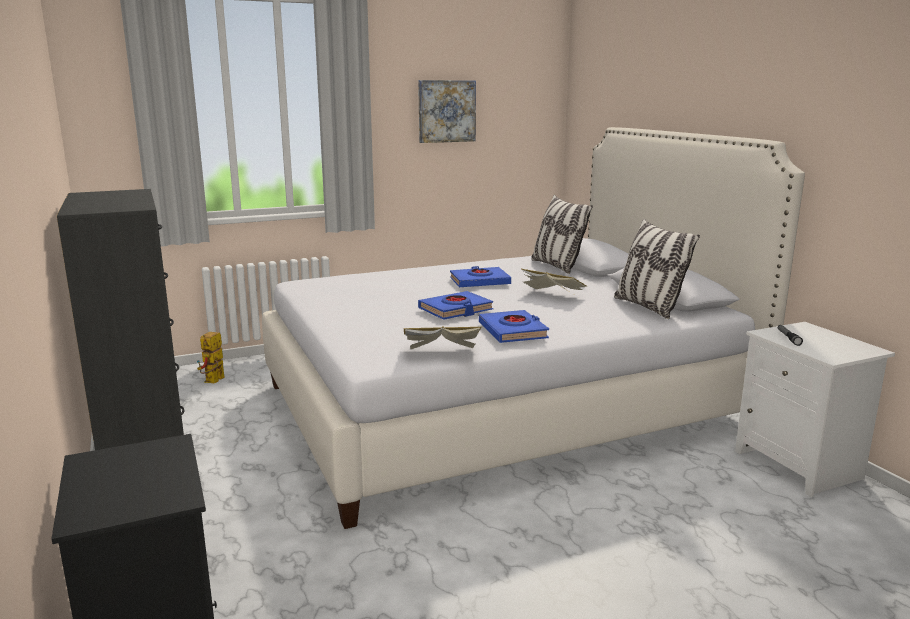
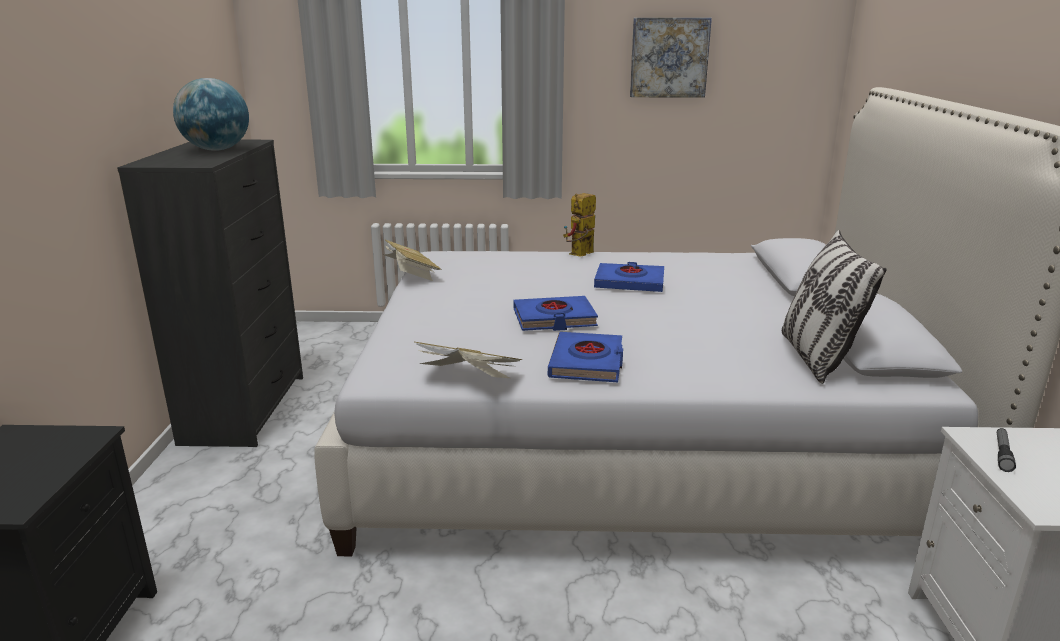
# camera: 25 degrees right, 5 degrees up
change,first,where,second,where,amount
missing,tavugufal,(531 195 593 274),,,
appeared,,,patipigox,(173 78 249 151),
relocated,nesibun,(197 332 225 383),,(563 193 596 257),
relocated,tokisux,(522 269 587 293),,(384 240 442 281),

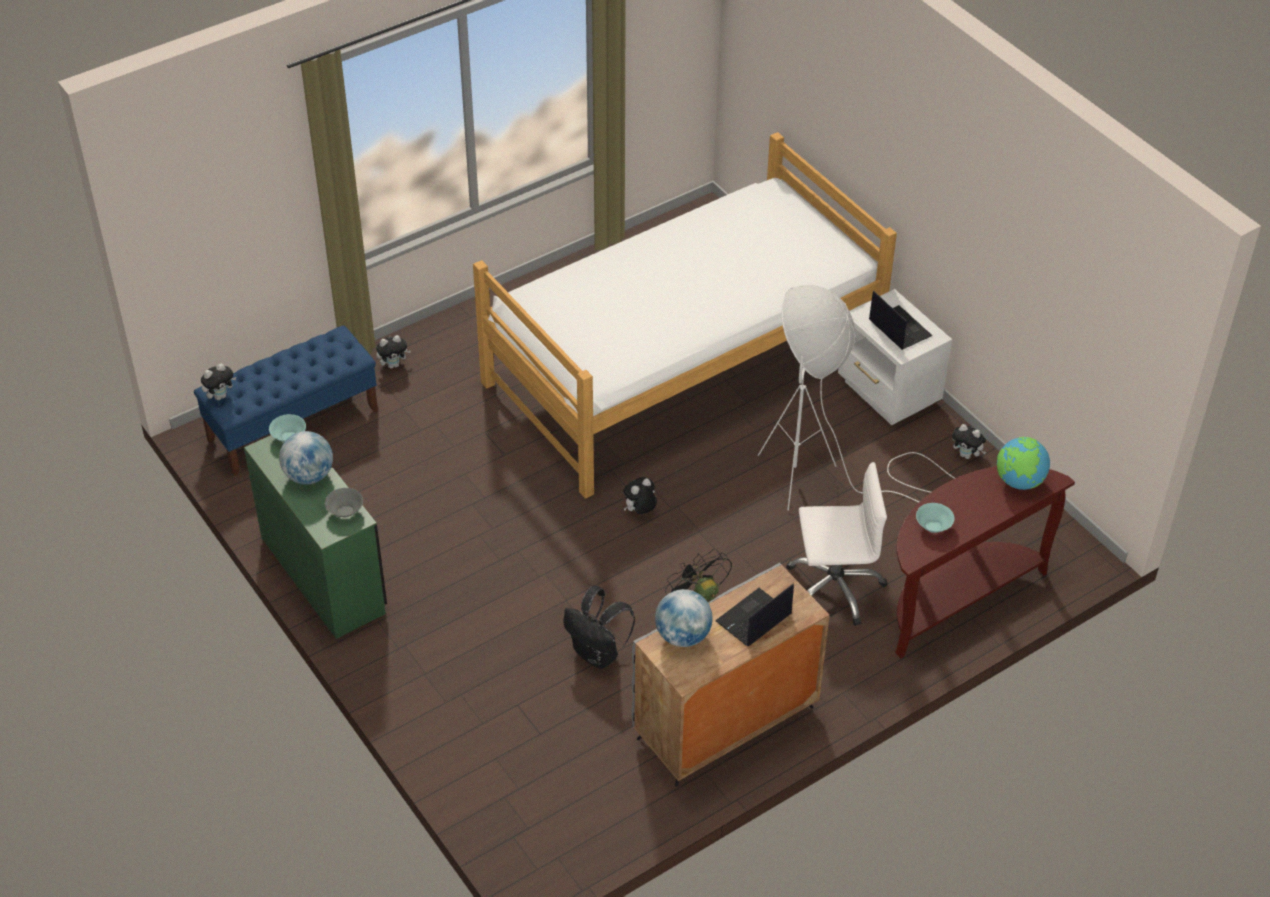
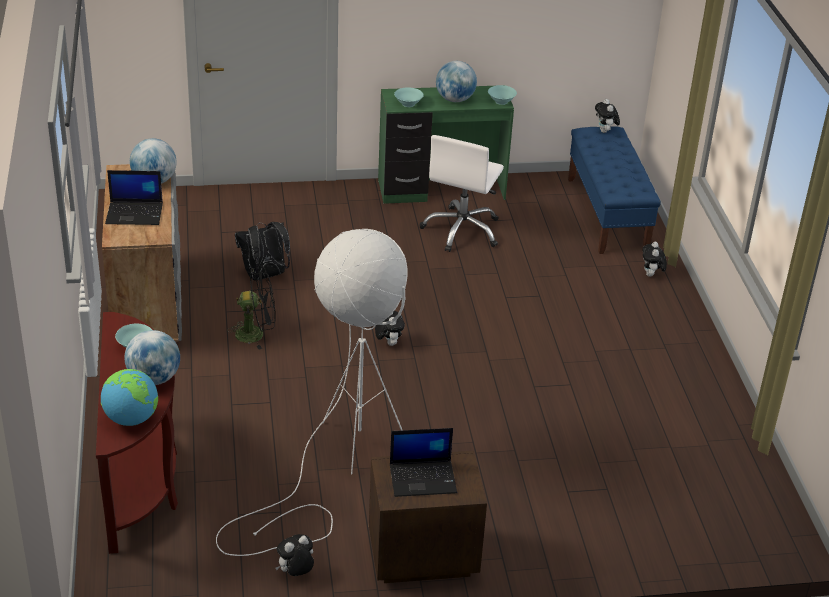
# camera: 115 degrees right, 10 degrees down
change,first,where,second,where,amount
missing,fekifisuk,(473 132 897 499),,,
appeared,,,patipigox,(124 330 180 385),
relocated,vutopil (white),(786 462 888 626),,(419 135 504 252),
colour,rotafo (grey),(325 488 363 518),rotafo (turquoise),(394 87 424 107),
colour,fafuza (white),(838 289 952 425),fafuza (brown),(369 451 487 583),
spun,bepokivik,(715 584 794 646),,(105 170 163 225),105 degrees clockwise

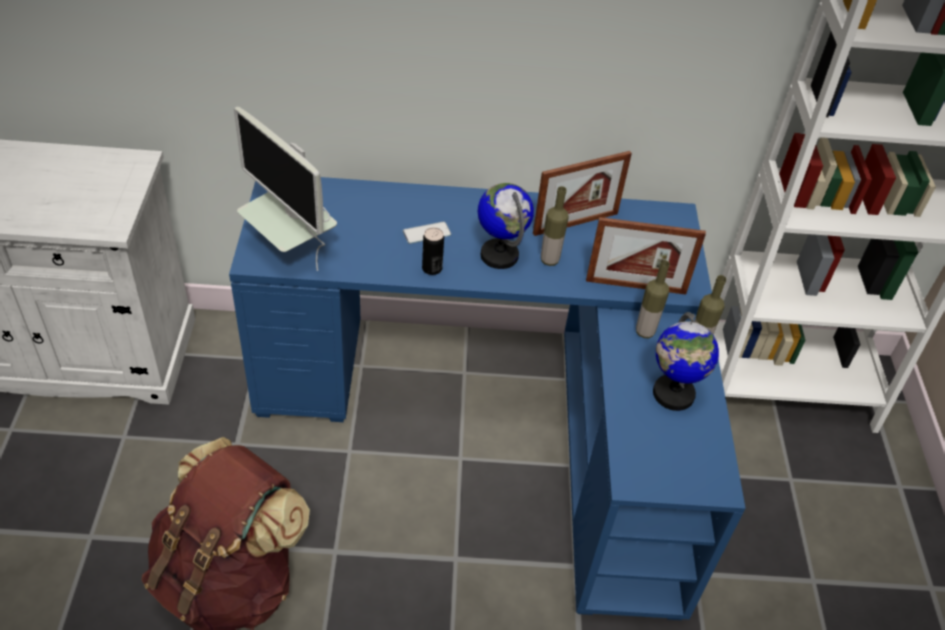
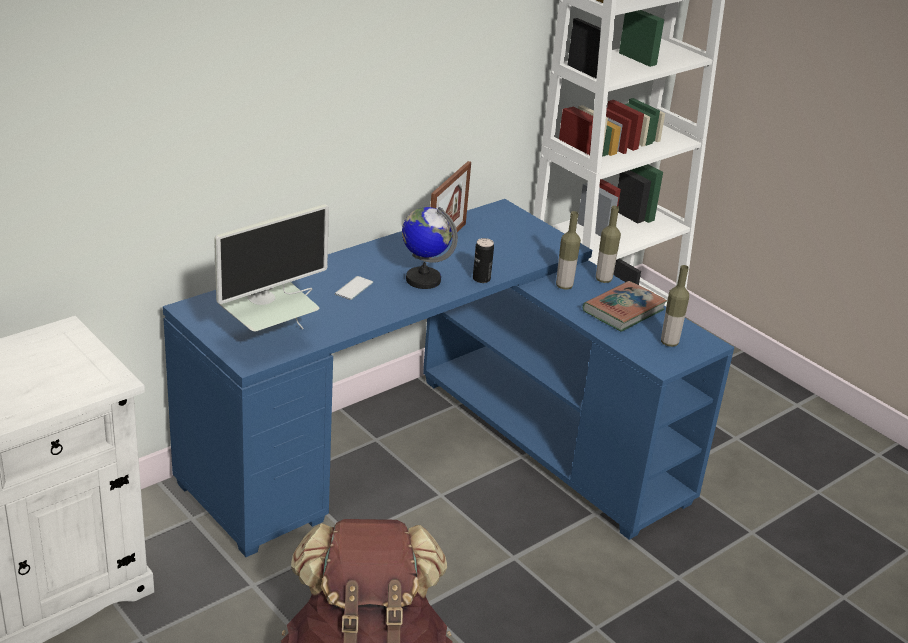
# camera: 40 degrees left, 15 degrees down
change,first,where,second,where,amount
missing,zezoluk,(586 217 706 295),,,
relocated,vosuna,(422 227 444 275),,(473 238 494 283),
relocated,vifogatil,(541 186 569 266),,(661 265 689 347),
exchanged,patipigox,(653 312 719 411),tokisux,(582 281 667 332),
spun,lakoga,(234 107 337 271),,(214 204 329 331),45 degrees counterclockwise

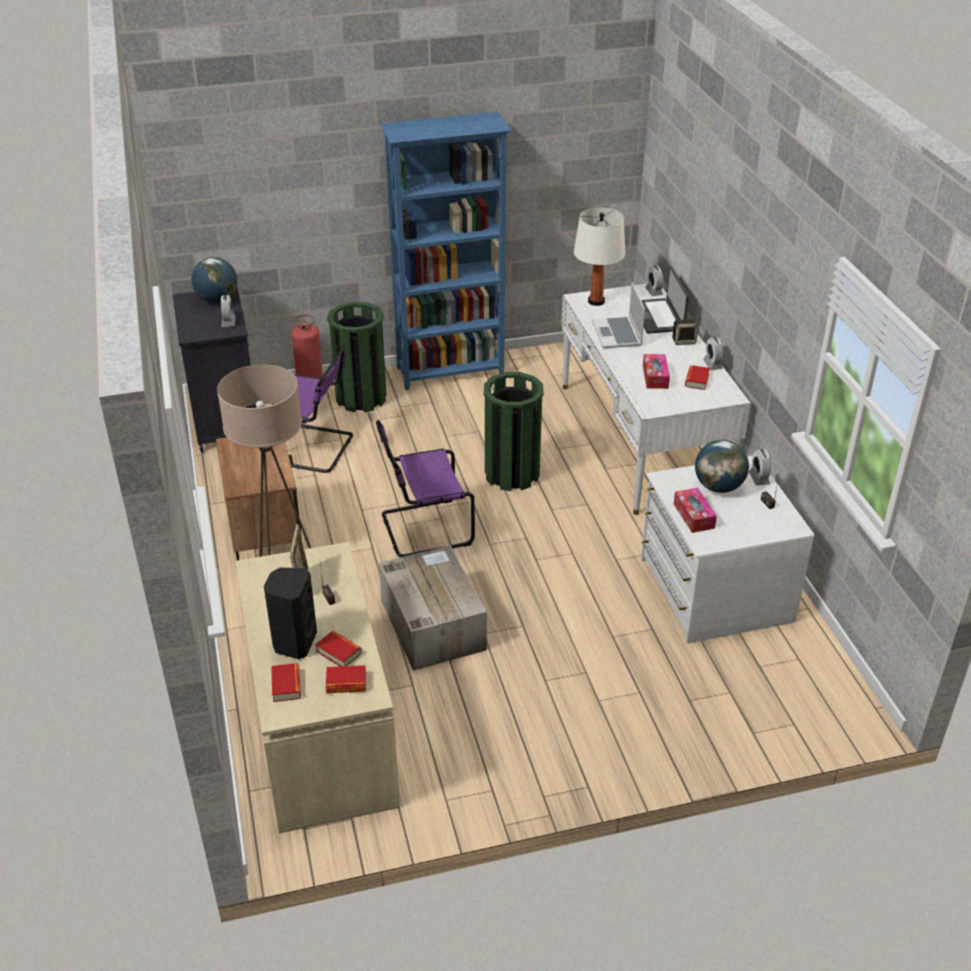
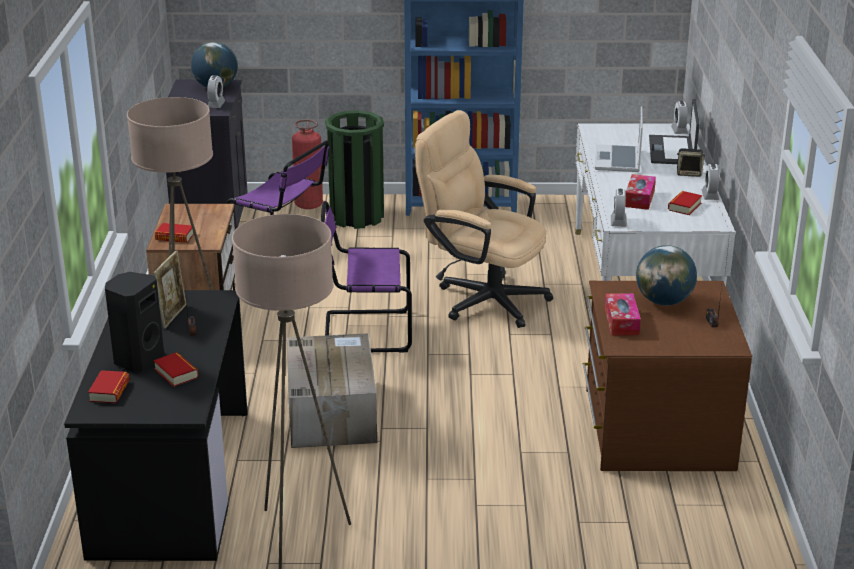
# camera: 15 degrees right, 10 degrees down
change,first,where,second,where,amount
missing,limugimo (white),(574 208 625 306),,,
appeared,,,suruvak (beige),(232 214 351 569),
relocated,tokisux,(326 665 366 693),,(155 223 194 243),
relocated,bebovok,(749 449 771 485),,(611 189 627 227),
exchanged,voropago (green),(484 372 544 491),vutopil (beige),(415 110 553 328),
colour,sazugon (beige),(235 542 400 833),sazugon (black),(64 290 248 561),
colour,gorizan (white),(641 456 815 643),gorizan (brown),(583 281 752 471),

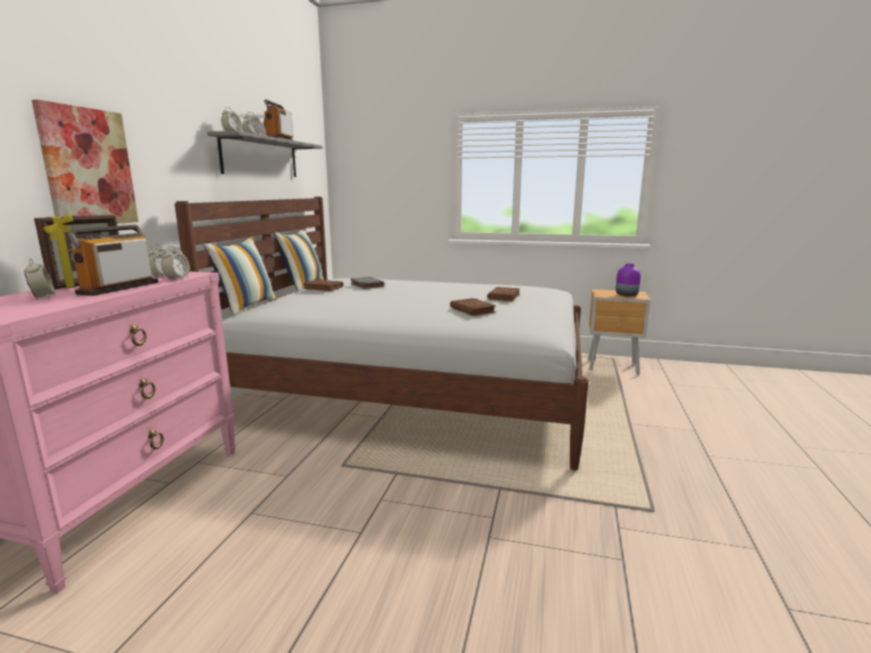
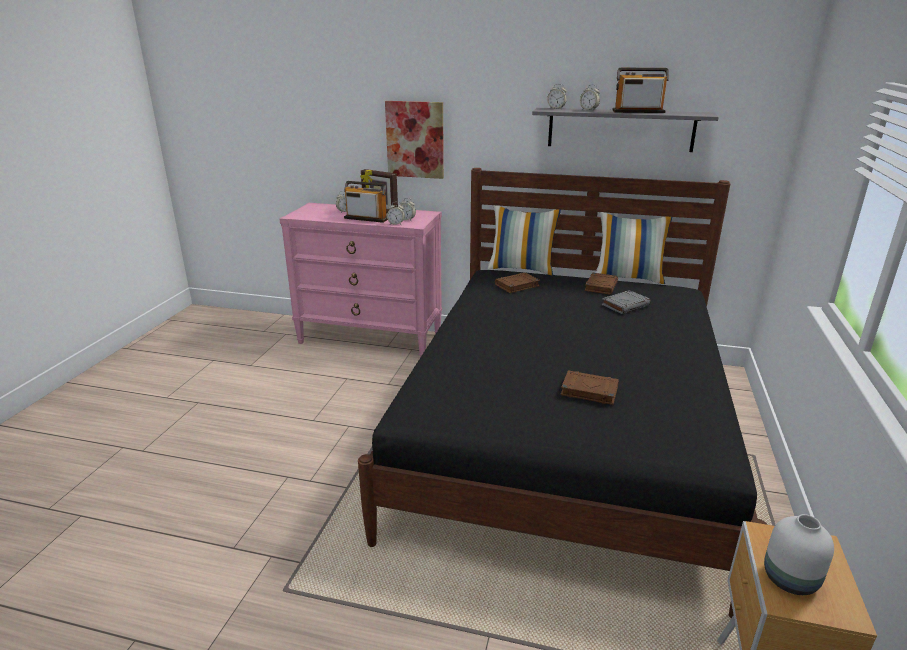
# camera: 90 degrees right, 10 degrees up
change,first,where,second,where,amount
relocated,tokisux (brown),(450 298 496 316),,(495 273 540 293),
colour,fekifisuk (white),(175 197 589 470),fekifisuk (black),(358 168 767 618),
colour,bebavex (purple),(616 263 641 297),bebavex (white),(764 514 834 595),

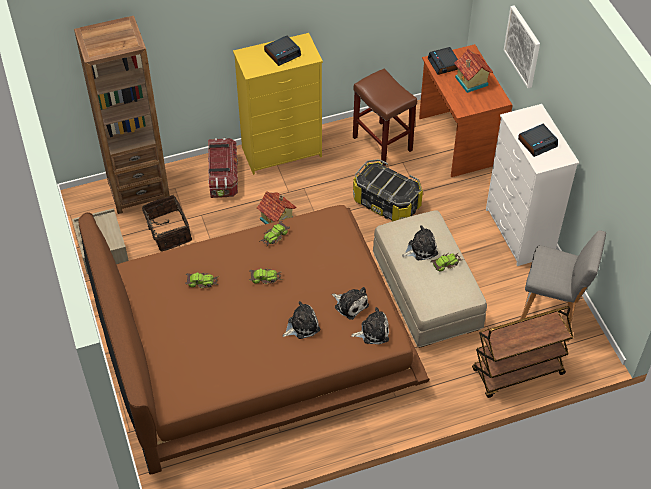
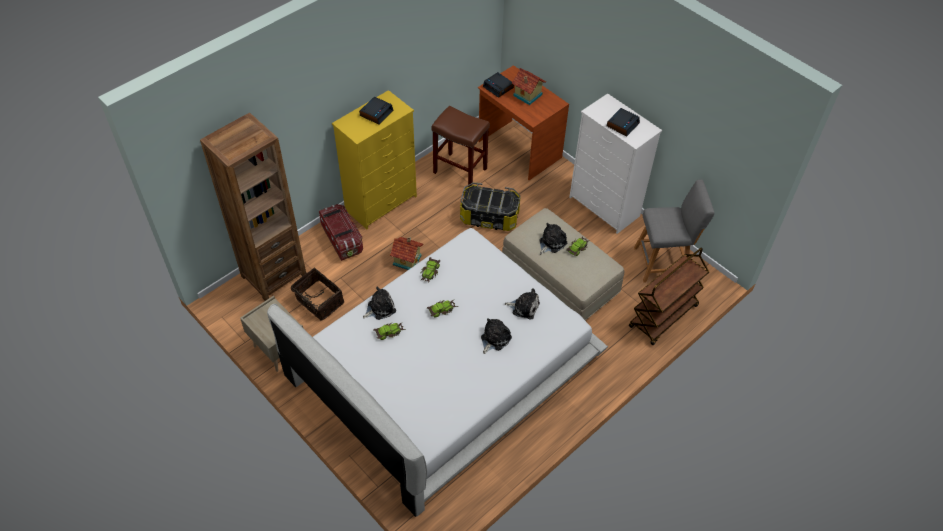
# camera: 25 degrees left, 0 degrees up
change,first,where,second,where,amount
missing,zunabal,(504 5 540 88),,,
relocated,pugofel,(351 307 389 344),,(363 287 396 320),
colour,fekifisuk (brown),(79 205 430 474),fekifisuk (white),(267 228 608 517),

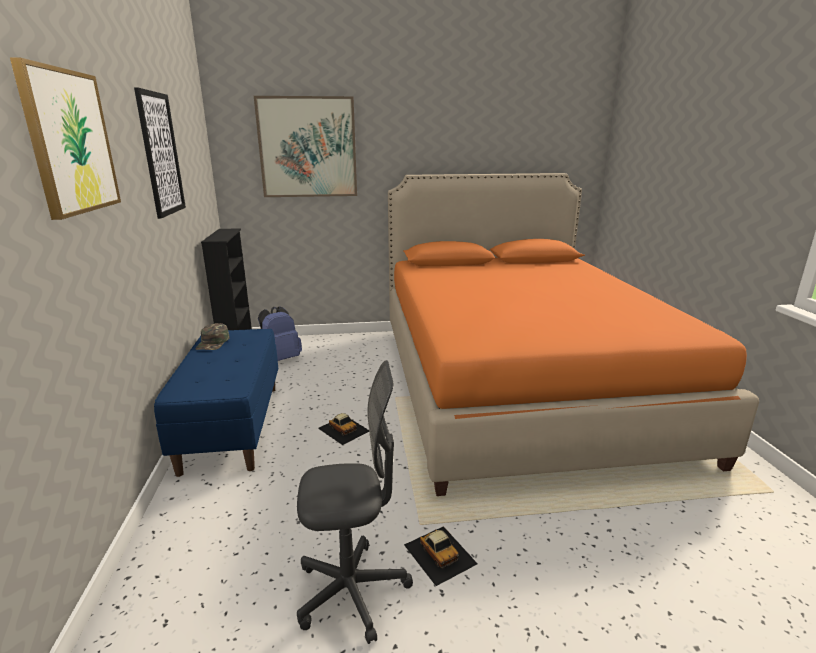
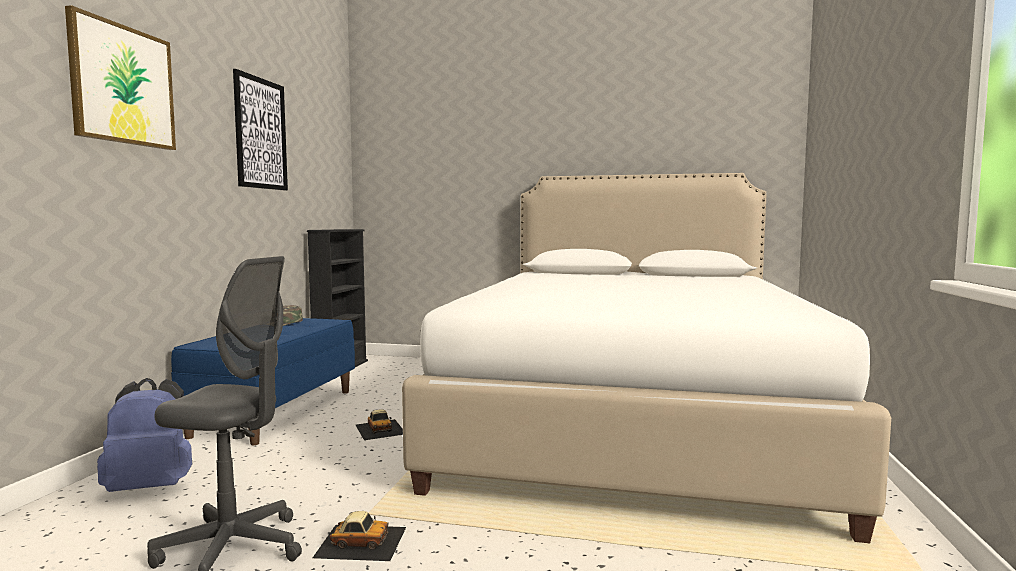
# camera: 20 degrees right, 15 degrees down
change,first,where,second,where,amount
missing,zunabal,(254 96 357 197),,,
relocated,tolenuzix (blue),(258 306 302 361),,(97 378 192 492),
colour,fekifisuk (orange),(388 173 759 496),fekifisuk (white),(402 173 891 543),
spun,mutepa,(404 526 478 586),,(313 511 406 561),75 degrees counterclockwise

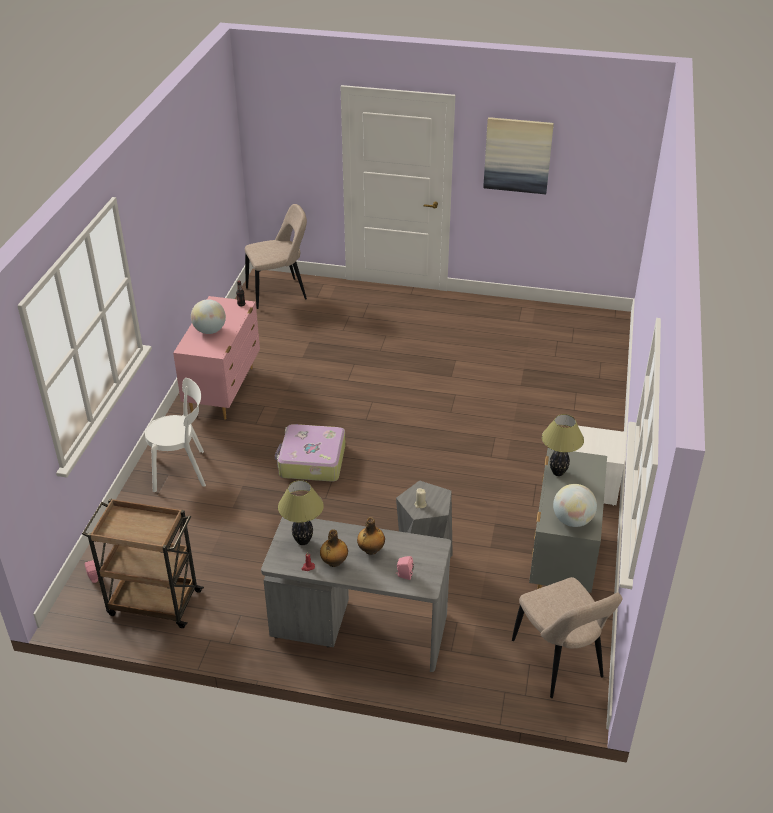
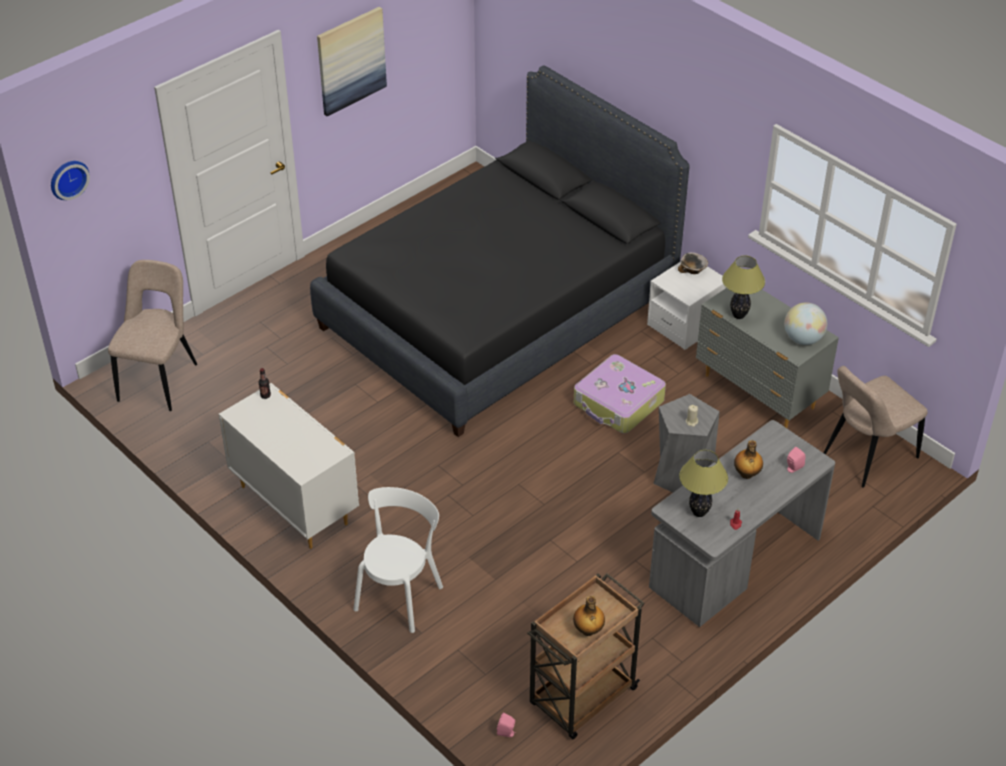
# camera: 55 degrees left, 5 degrees up
change,first,where,second,where,amount
missing,patipigox,(191 299 226 334),,,
appeared,,,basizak,(51 161 90 200),
appeared,,,fekifisuk (black),(310 66 690 437),
appeared,,,rotafo,(678 253 708 274),
relocated,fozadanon,(275 424 346 482),,(574 354 666 433),
relocated,vifogatil,(320 529 348 567),,(573 596 605 636),
colour,gorizan (pink),(173 296 260 420),gorizan (white),(219 383 359 549),
spun,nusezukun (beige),(512 577 622 698),,(824 366 928 488),135 degrees clockwise

